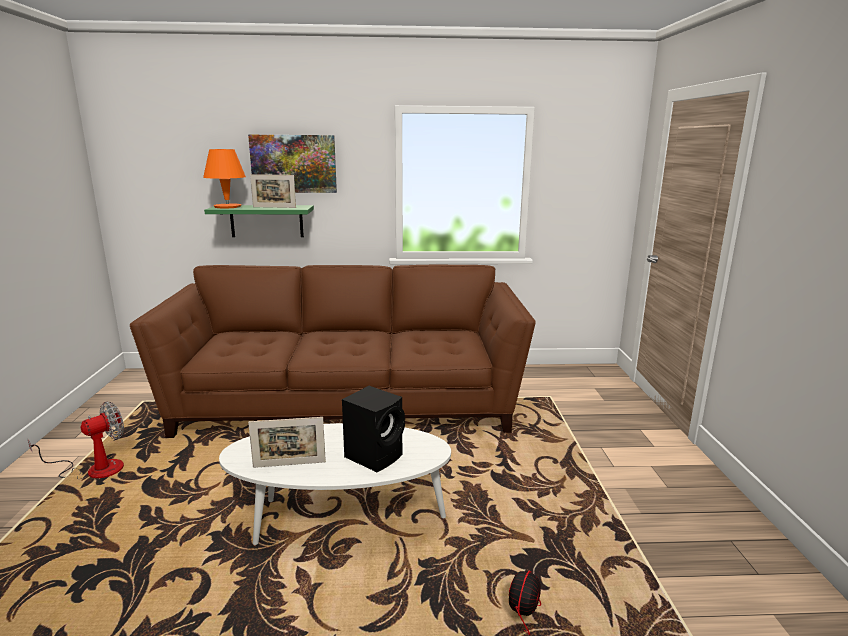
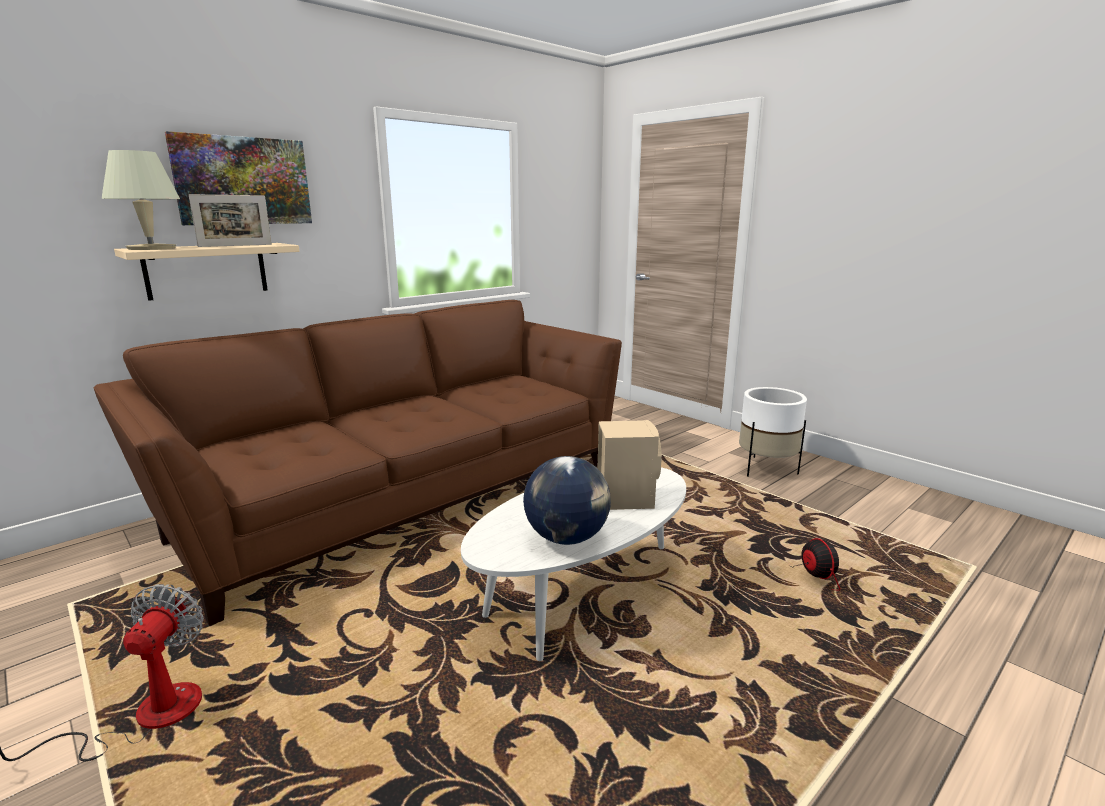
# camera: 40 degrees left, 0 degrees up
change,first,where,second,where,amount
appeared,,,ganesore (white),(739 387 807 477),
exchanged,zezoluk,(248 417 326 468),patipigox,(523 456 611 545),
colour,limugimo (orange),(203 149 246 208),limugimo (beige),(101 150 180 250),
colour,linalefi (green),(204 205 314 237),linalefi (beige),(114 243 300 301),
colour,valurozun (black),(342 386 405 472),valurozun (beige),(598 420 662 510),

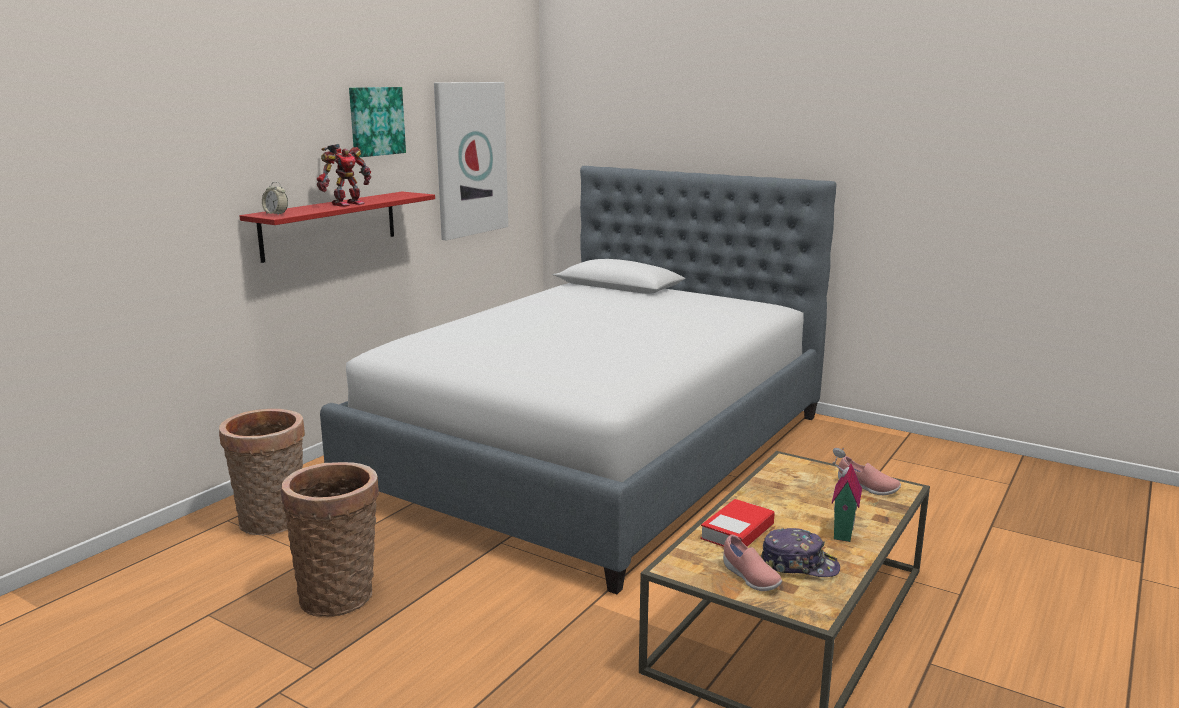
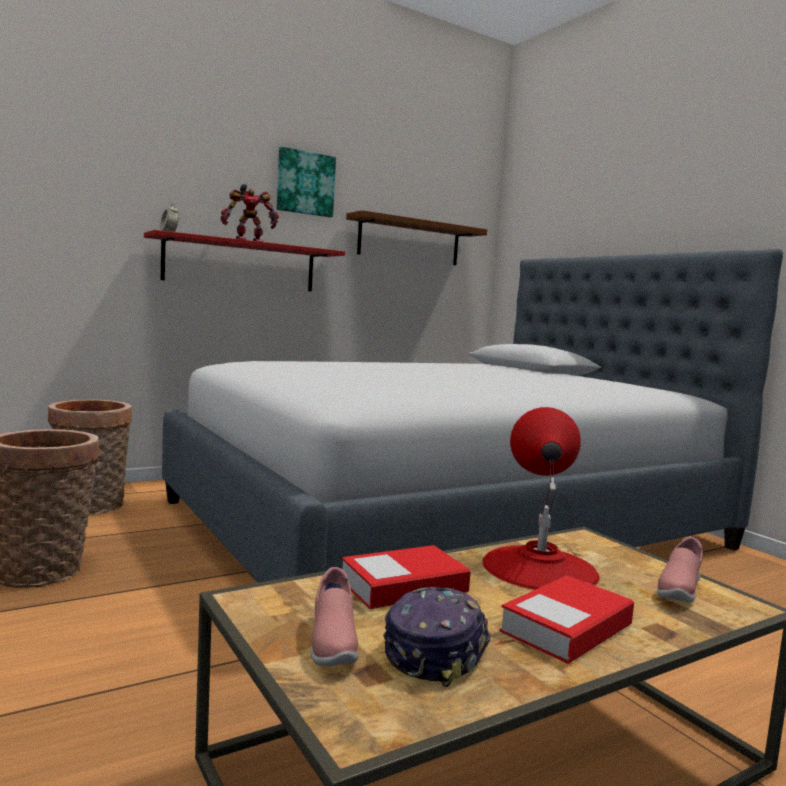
# camera: 25 degrees right, 10 degrees down
change,first,where,second,where,amount
appeared,,,limugimo (red),(482 407 600 590),
exchanged,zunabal,(434 82 508 240),linalefi (brown),(346 210 487 265),
exchanged,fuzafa,(831 448 862 542),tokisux,(499 575 634 664),
spun,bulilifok,(761 528 840 577),,(383 587 491 688),105 degrees counterclockwise
spun,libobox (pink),(838 456 901 495),,(657 537 703 603),60 degrees clockwise

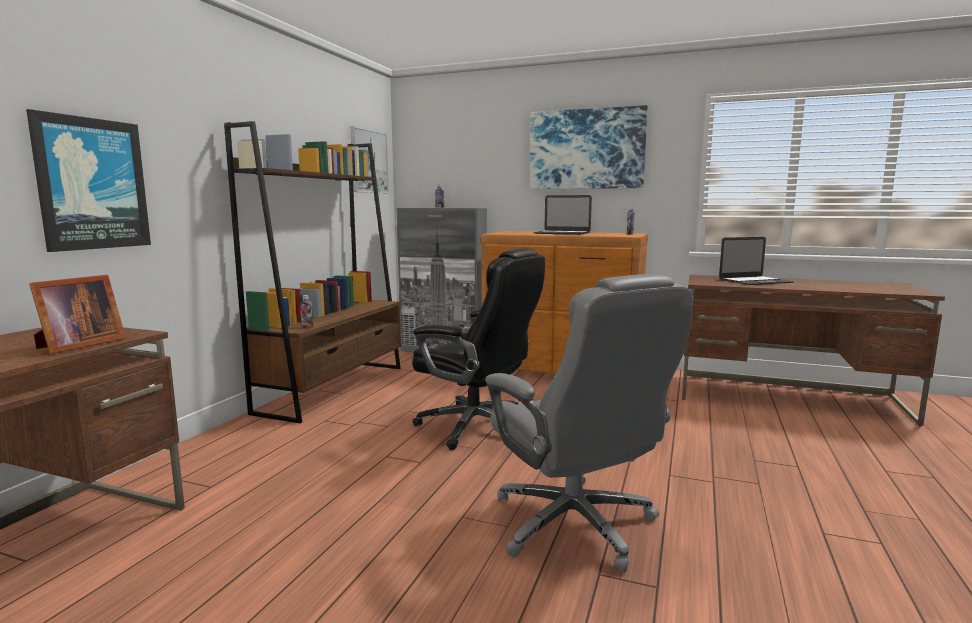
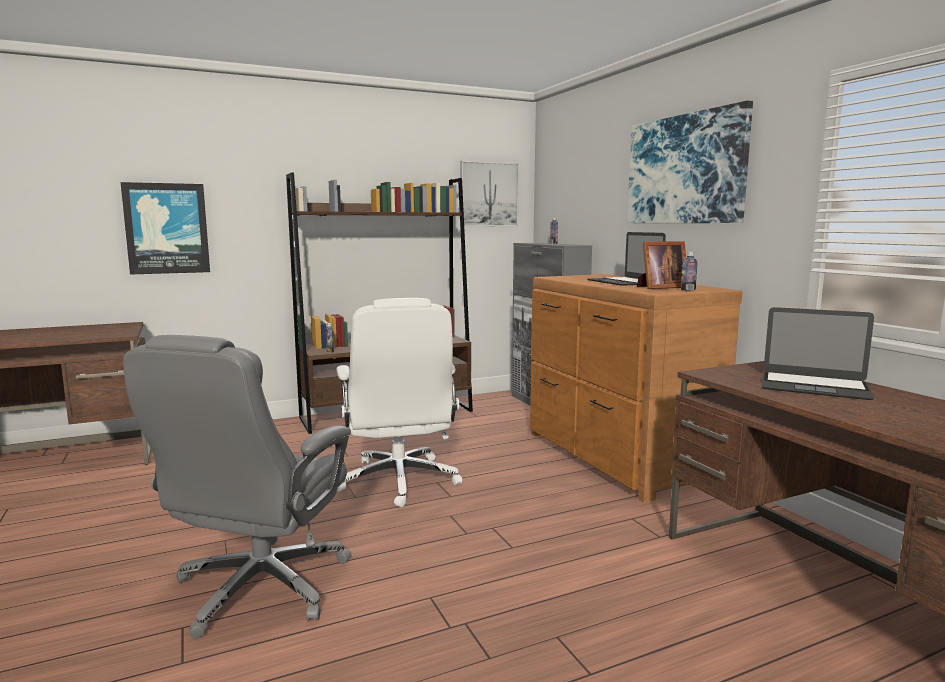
# camera: 45 degrees right, 0 degrees up
change,first,where,second,where,amount
relocated,zezoluk,(29 275 126 354),,(637 241 686 289),
colour,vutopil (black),(412 248 545 450),vutopil (white),(336 298 462 507),

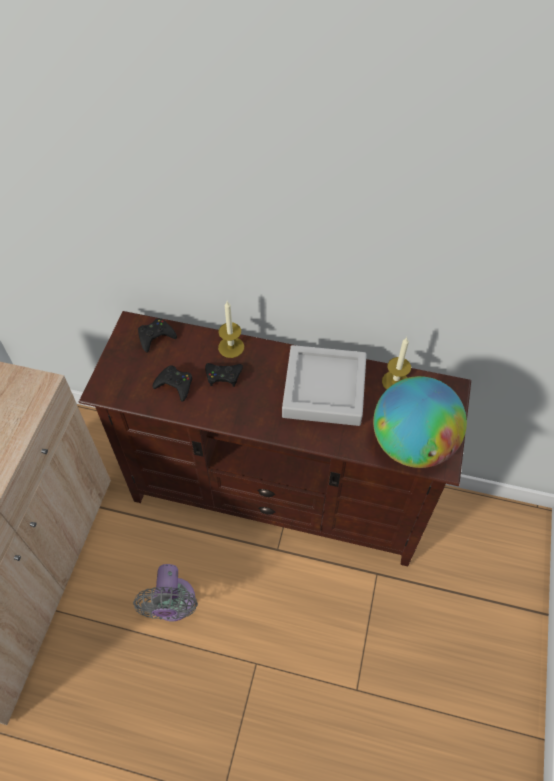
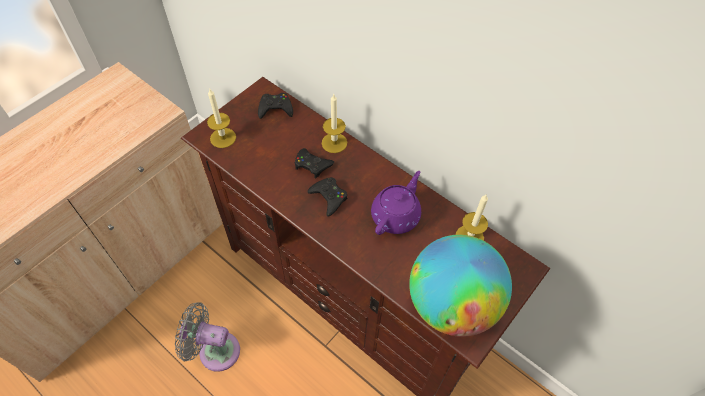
# camera: 25 degrees right, 0 degrees up
change,first,where,second,where,amount
appeared,,,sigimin,(207 88 236 148),
relocated,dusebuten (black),(152 365 192 402),,(307 177 347 217),
exchanged,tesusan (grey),(282 345 367 426),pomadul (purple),(371 171 421 235),
spun,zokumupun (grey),(133 564 198 621),,(175 302 240 372),75 degrees clockwise

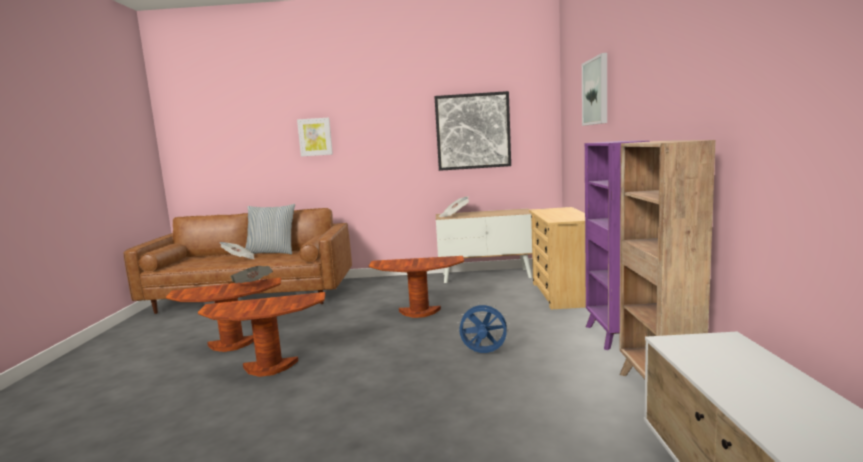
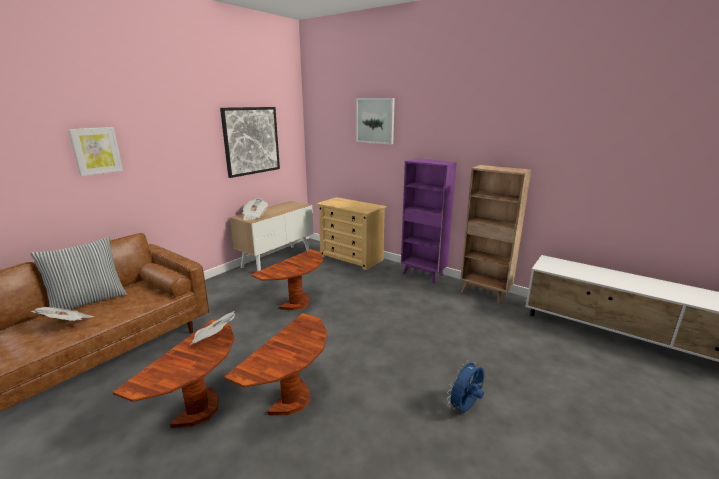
# camera: 55 degrees left, 10 degrees up
change,first,where,second,where,amount
relocated,zokumupun (blue),(457 302 510 353),,(446 359 484 412),

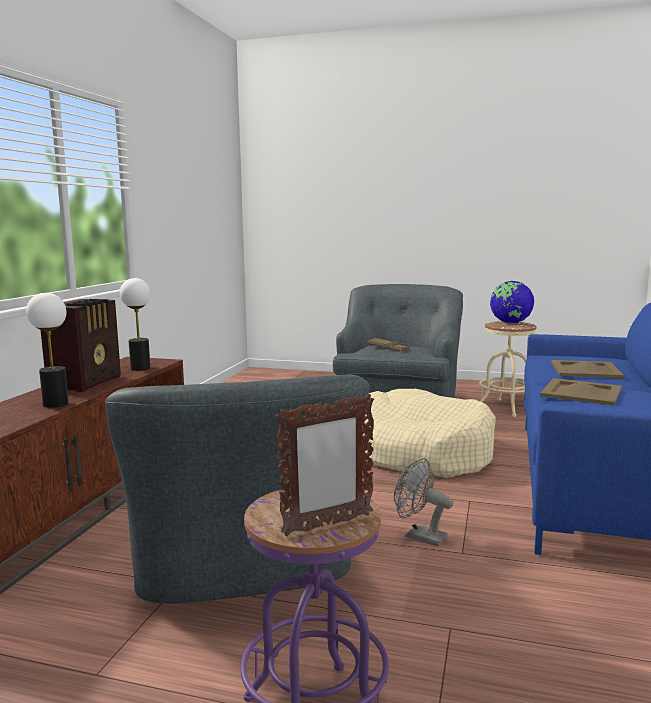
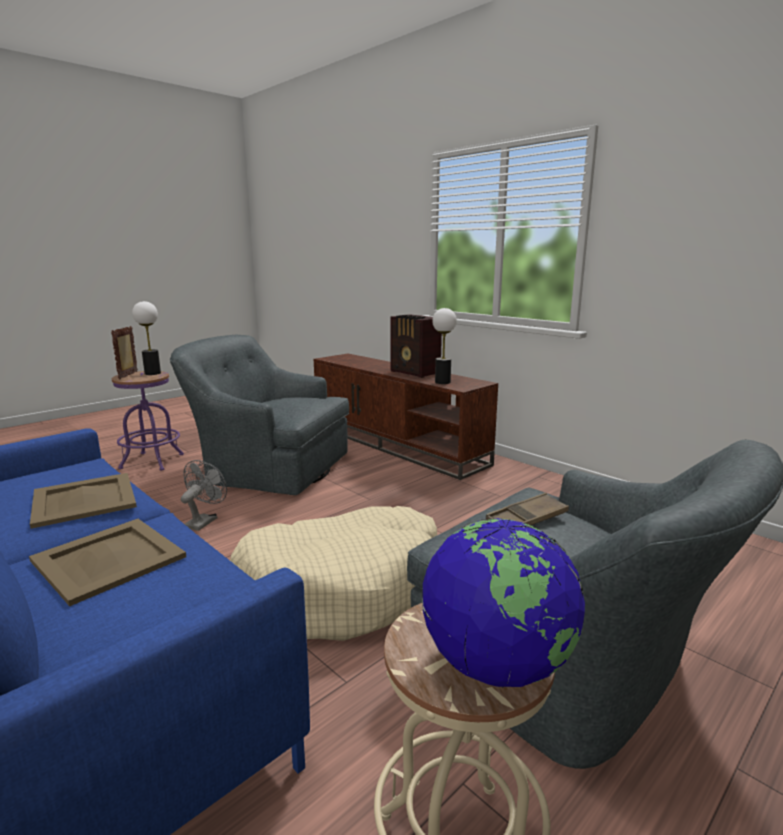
# camera: 120 degrees right, 5 degrees up
change,first,where,second,where,amount
relocated,limugimo,(26 293 69 408),,(132 301 161 375),
spun,zokumupun (grey),(394 458 453 547),,(181 460 227 531),45 degrees counterclockwise

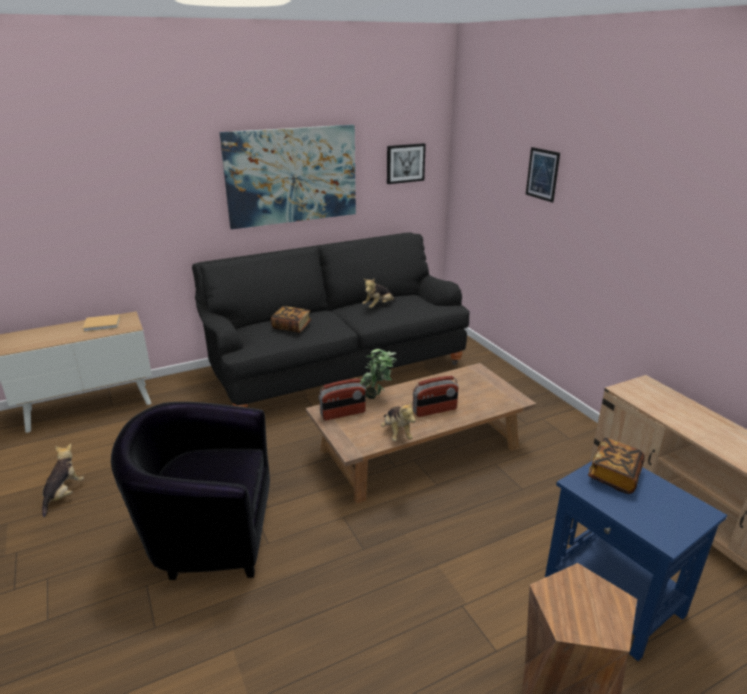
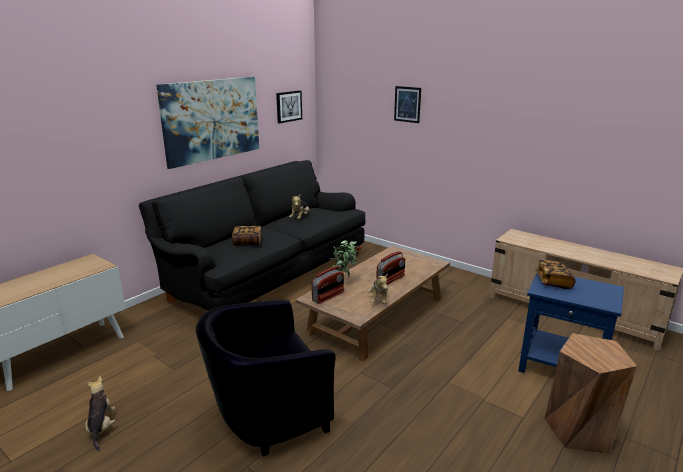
# camera: 25 degrees left, 5 degrees down
change,first,where,second,where,amount
missing,tokisux (beige),(83 314 120 332),,,
spun,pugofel,(381 401 416 441),,(367 274 388 304),45 degrees clockwise

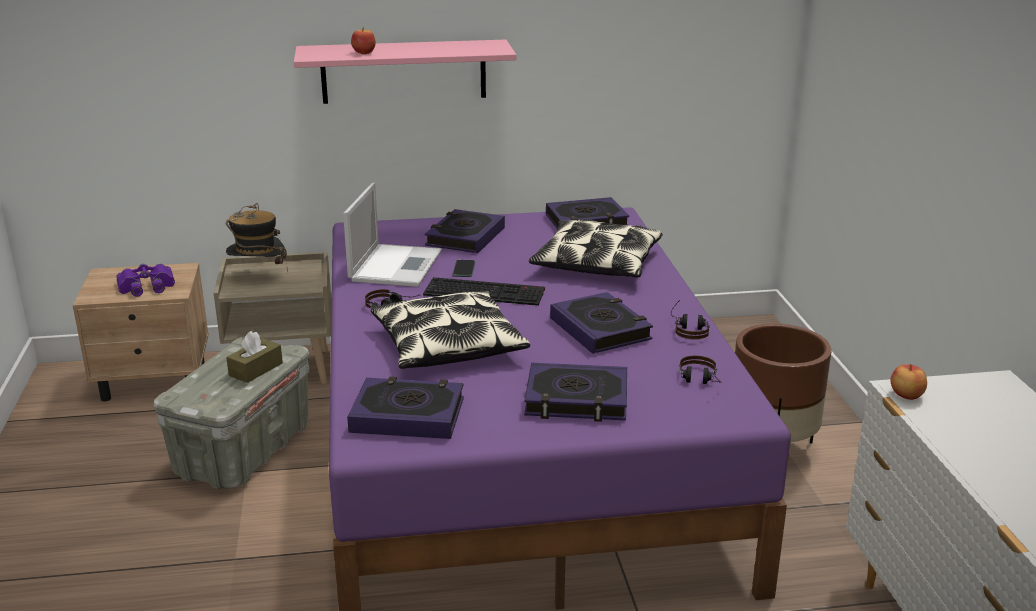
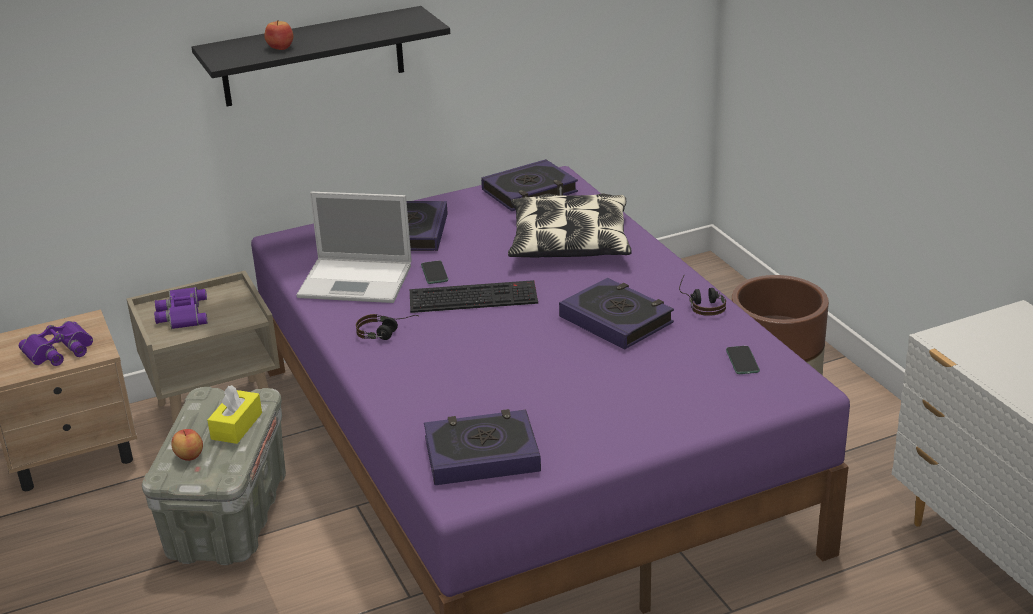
# camera: 15 degrees left, 5 degrees up
change,first,where,second,where,amount
missing,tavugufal,(371 291 530 369),,,
missing,tokisux,(524 363 627 422),,,
relocated,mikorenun,(890 364 927 400),,(171 429 203 461),
exchanged,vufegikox,(226 203 288 273),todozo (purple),(154 287 208 329),
exchanged,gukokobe,(680 356 722 384),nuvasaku,(726 346 760 374),
colour,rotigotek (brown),(226 331 283 383),rotigotek (yellow),(207 385 262 444),
colour,linalefi (pink),(294 40 516 104),linalefi (black),(191 6 450 106),
spun,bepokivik,(343 182 442 287),,(296 192 412 303),105 degrees clockwise

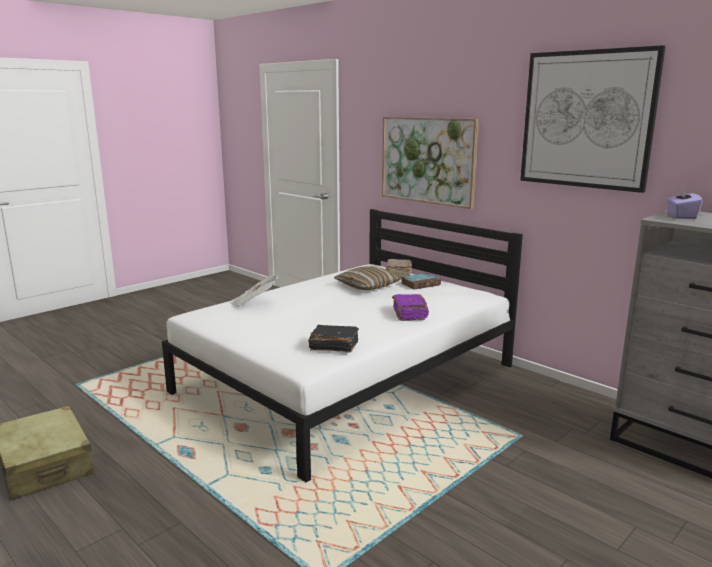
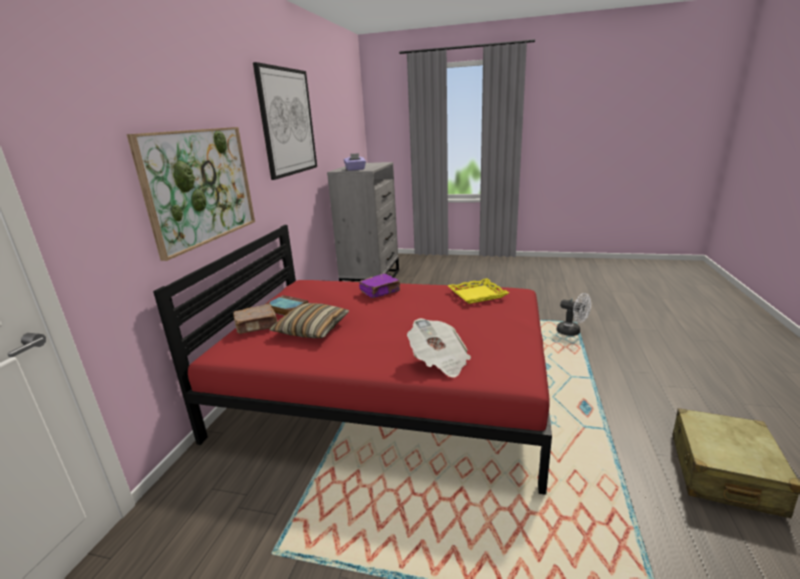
# camera: 120 degrees left, 5 degrees up
change,first,where,second,where,amount
appeared,,,zokumupun (white),(557 293 591 336),
exchanged,tokisux (black),(308 325 359 352),tesusan (yellow),(448 278 509 304),
colour,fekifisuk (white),(162 209 523 482),fekifisuk (red),(153 225 552 495),

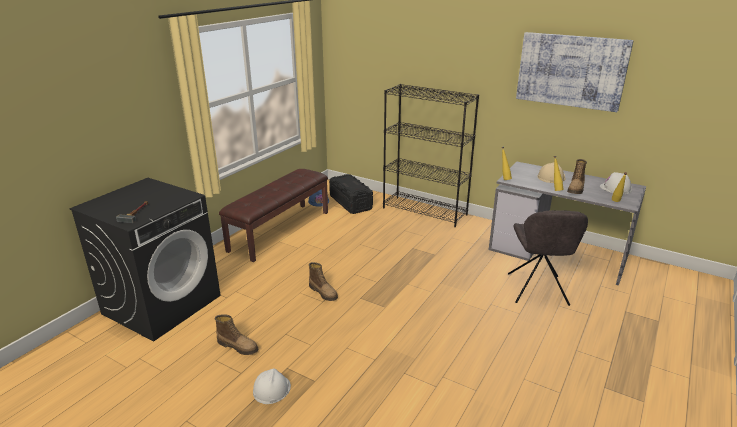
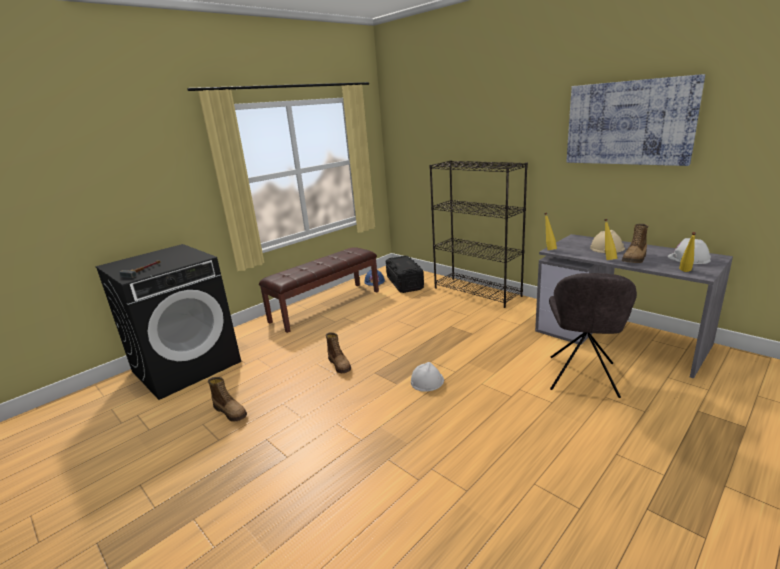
# camera: 15 degrees right, 5 degrees down
change,first,where,second,where,amount
relocated,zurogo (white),(253 368 291 404),,(411 362 444 392),

